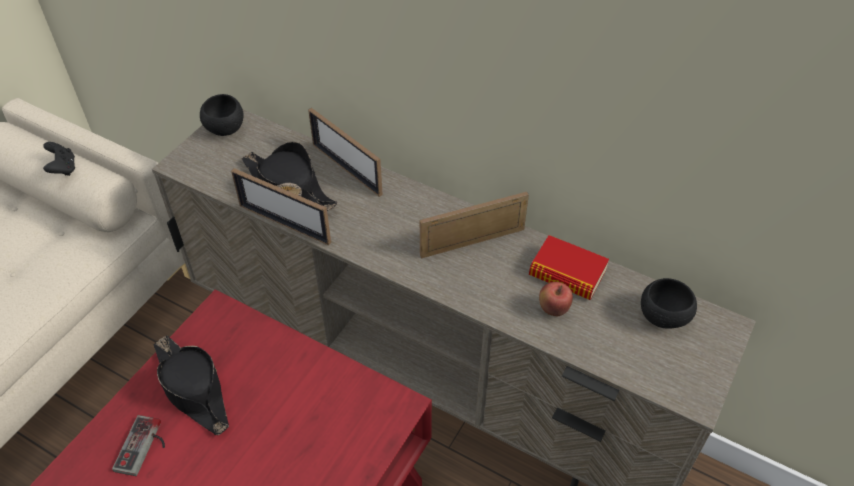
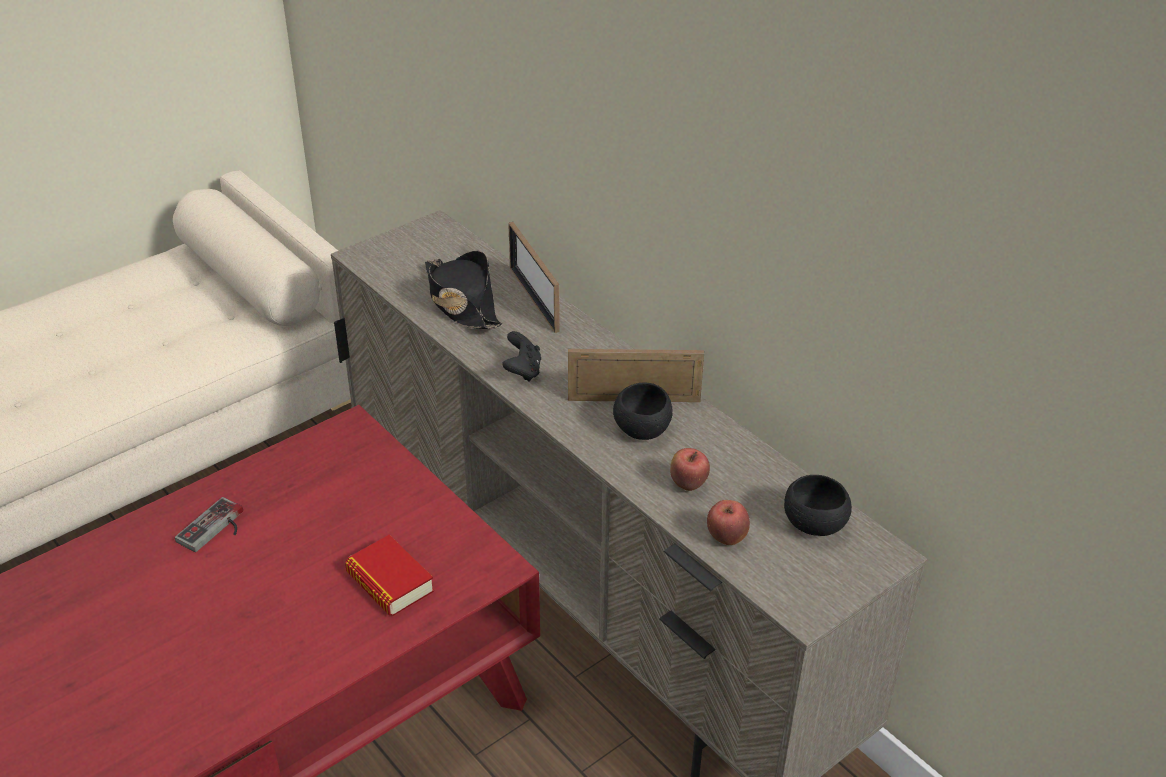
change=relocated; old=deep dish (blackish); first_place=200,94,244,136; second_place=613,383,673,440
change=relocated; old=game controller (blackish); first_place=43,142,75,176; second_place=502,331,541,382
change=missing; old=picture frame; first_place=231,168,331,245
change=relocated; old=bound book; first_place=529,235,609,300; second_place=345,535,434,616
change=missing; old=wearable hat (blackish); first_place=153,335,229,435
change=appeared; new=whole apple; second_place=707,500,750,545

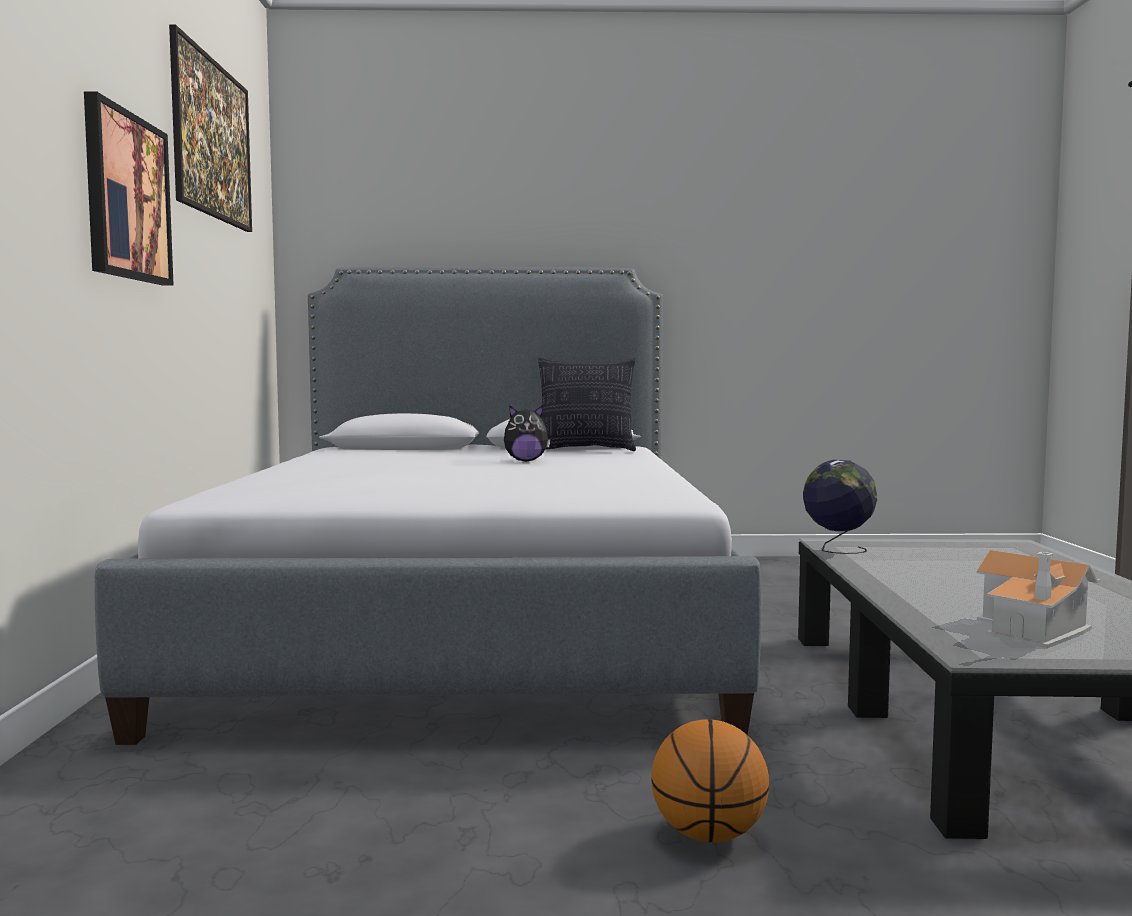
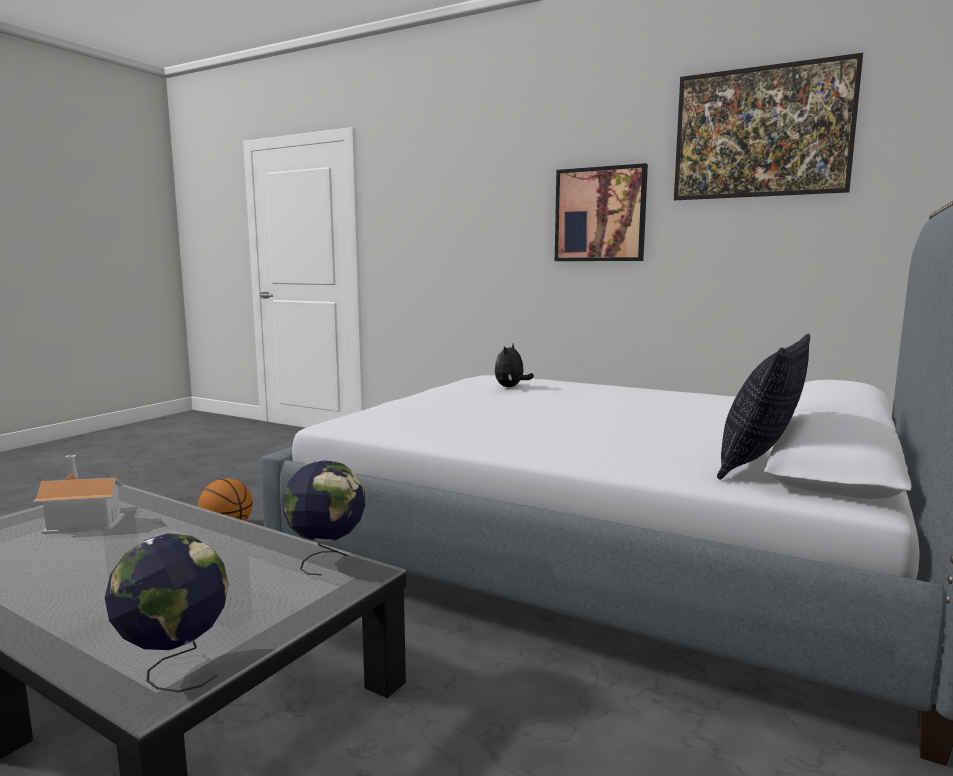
change=relocated; old=plush toy; first_place=504,405,550,462; second_place=495,344,534,387
change=appeared; new=desk globe; second_place=105,533,228,693

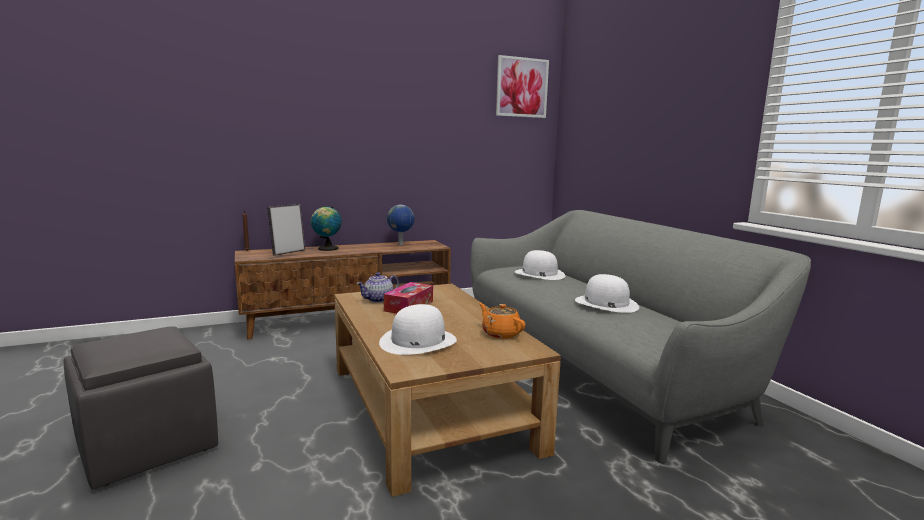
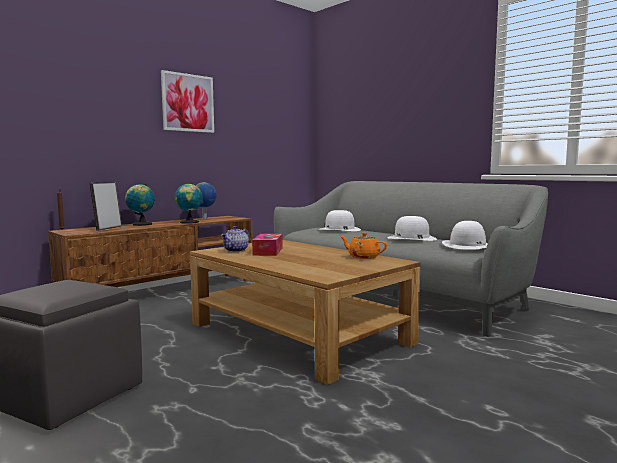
change=relocated; old=picture; first_place=496,55,549,118; second_place=161,70,214,133
change=relocated; old=wearable hat (white-coloured); first_place=379,304,457,355; second_place=442,221,488,250
change=appeared; new=desk globe; second_place=175,183,203,224

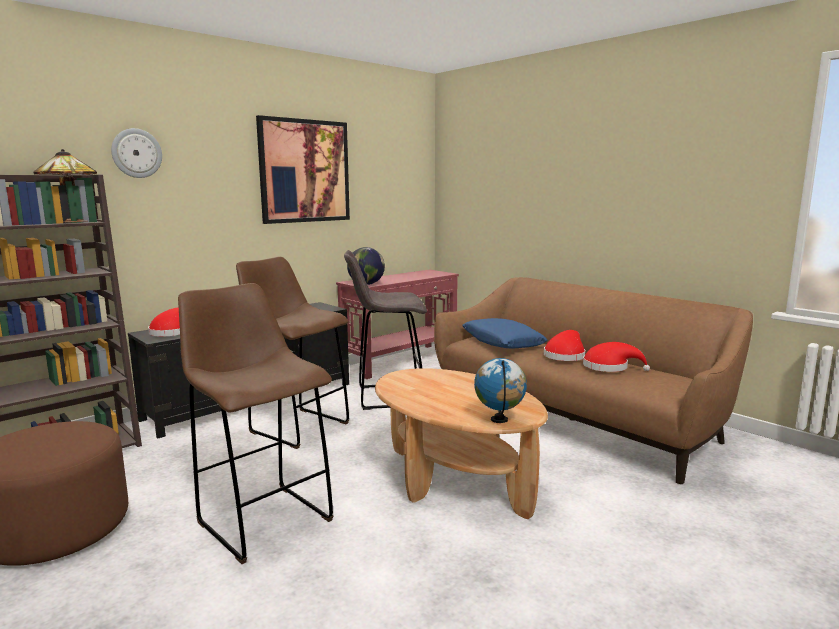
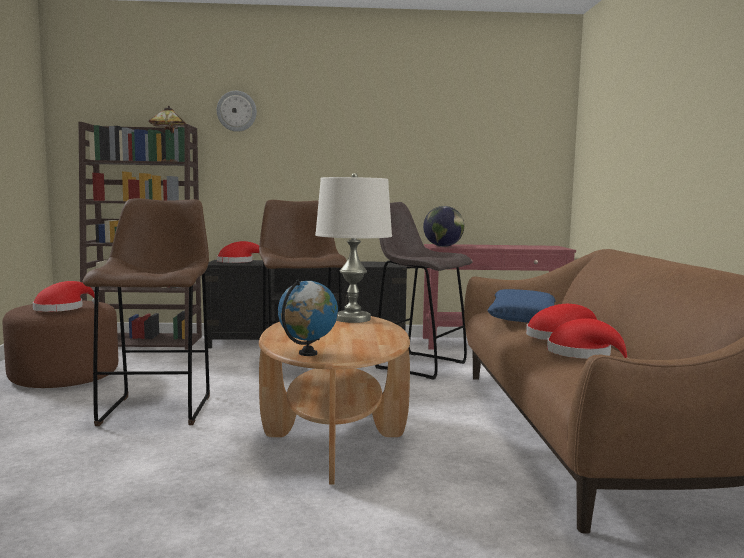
change=missing; old=picture; first_place=256,115,350,224
change=appeared; new=tabletop lamp (white-coloured); second_place=315,173,392,323
change=appeared; new=wearable hat (red-coloured); second_place=33,281,99,312

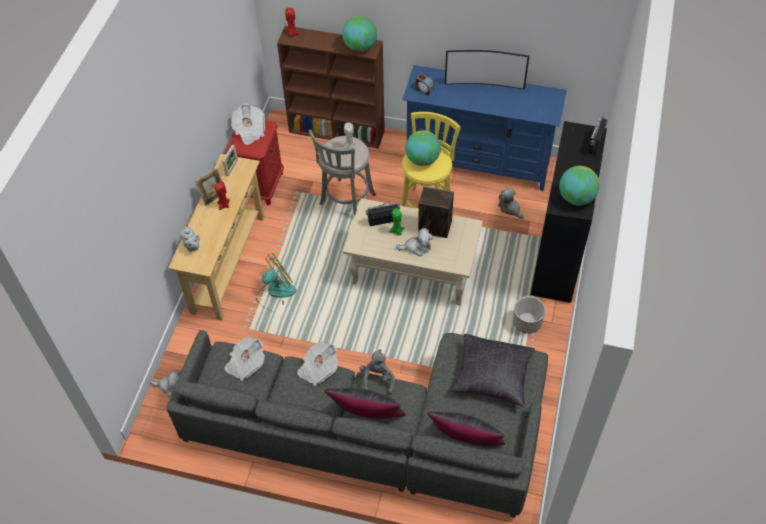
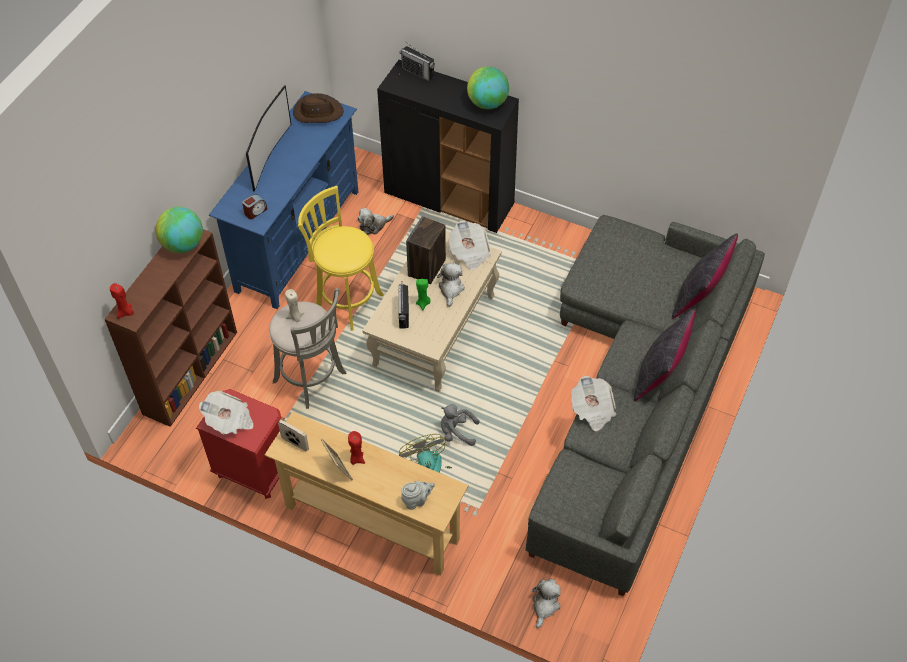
change=missing; old=desk globe; first_place=405,130,441,166
change=missing; old=flower pot; first_place=513,296,546,334
change=missing; old=pillow (blackish); first_place=451,334,535,406
change=relocated; old=daily paper; first_place=224,336,265,381; second_place=449,220,491,271
change=relocated; old=plush toy (grey); first_place=359,349,395,395; second_place=441,404,480,446
change=appeared; new=wearable hat (brown); second_place=293,93,344,123

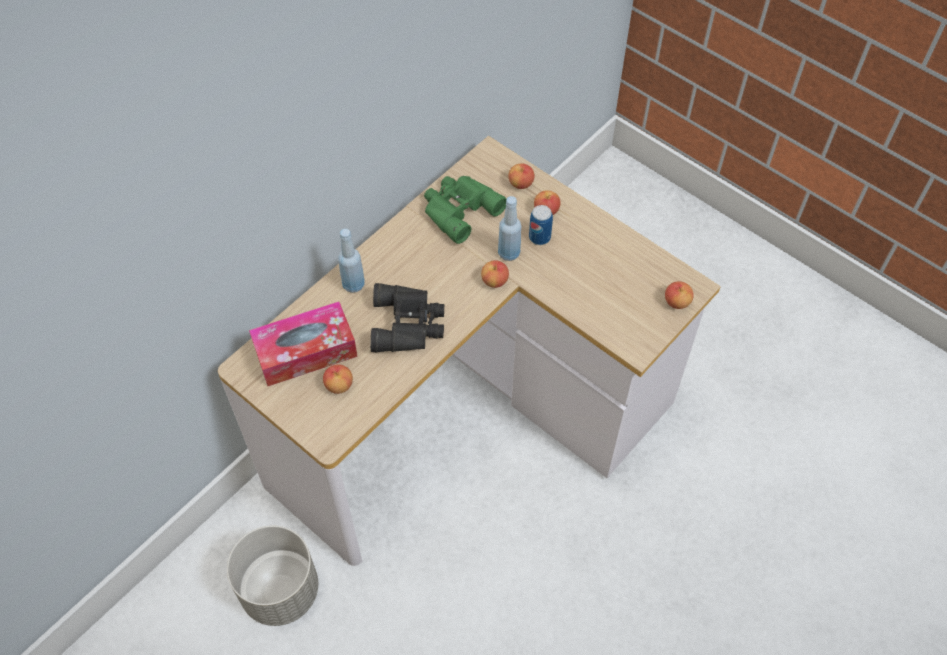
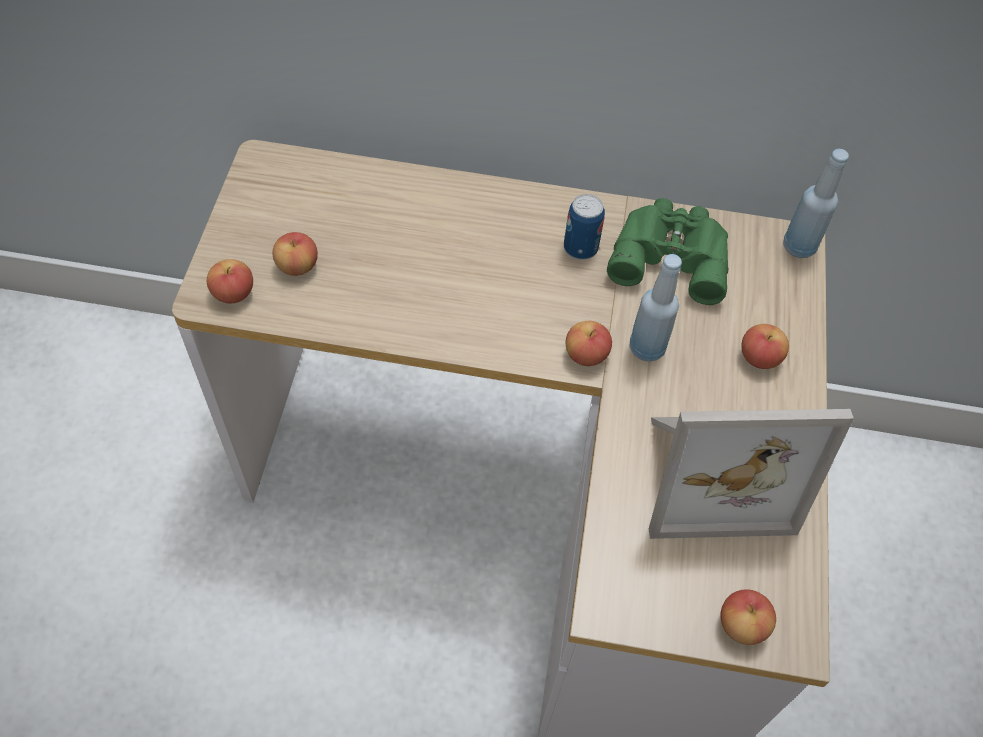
change=relocated; old=whole apple; first_place=508,163,535,189; second_place=207,259,253,304
change=relocated; old=metal can; first_place=529,205,553,245; second_place=564,194,605,260
change=relocated; old=beverage bottle (bluish); first_place=338,229,365,293; second_place=783,149,849,258
change=missing; old=binoculars (blackish); first_place=370,283,444,352
change=missing; old=tissue box; first_place=249,302,358,386
change=missing; old=flower pot (grey); first_place=227,526,318,626
change=appeared; new=picture frame; second_place=649,409,854,539

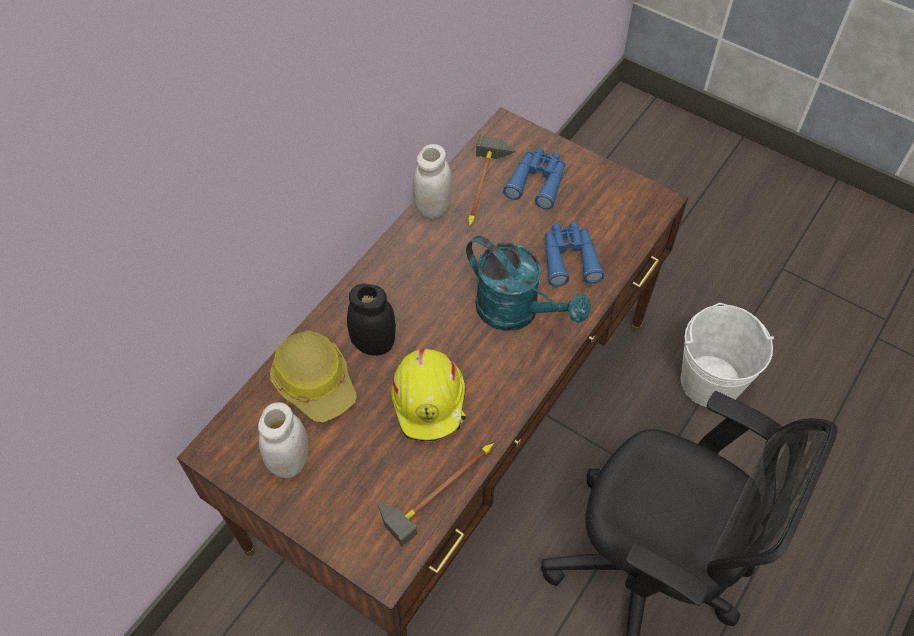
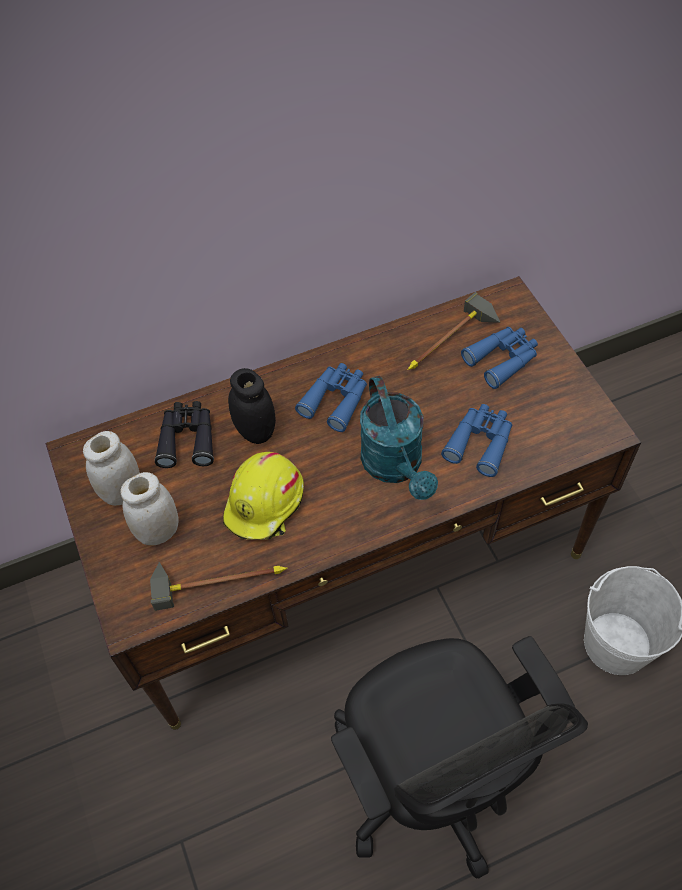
change=relocated; old=jar (white-coloured); first_place=413,144,453,220; second_place=121,472,178,546
change=exchanged; old=hard hat; new=binoculars (blackish); first_place=270,331,357,423; second_place=155,401,214,468
change=appeared; new=binoculars (bluish); second_place=295,363,367,432

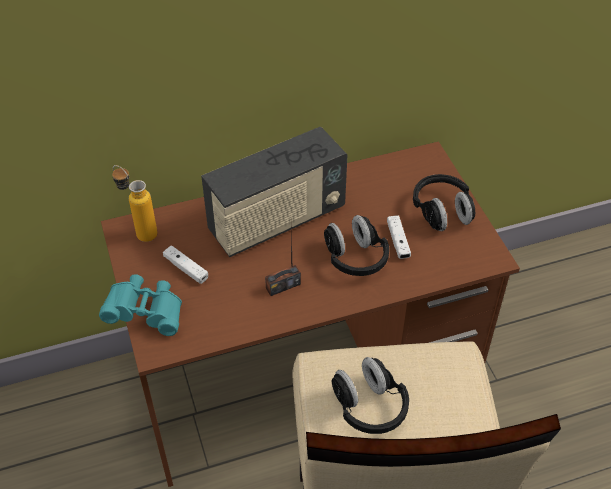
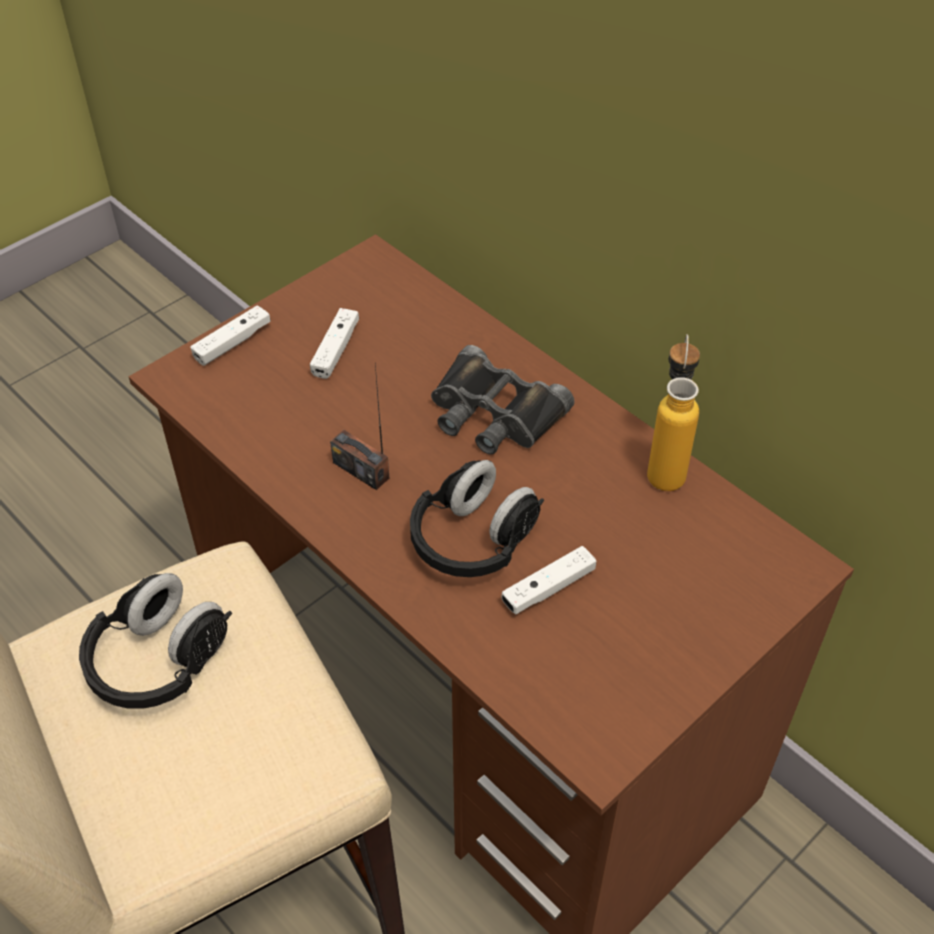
change=exchanged; old=radio; new=binoculars (blackish); first_place=201,127,347,257; second_place=431,345,575,455
change=relocated; old=beverage bottle; first_place=112,165,157,242; second_place=647,334,700,491
change=missing; old=headphones (blackish); first_place=413,174,475,231
change=exchanged; old=binoculars (blue-green); new=game controller (white-coloured); first_place=99,274,182,336; second_place=190,305,271,366

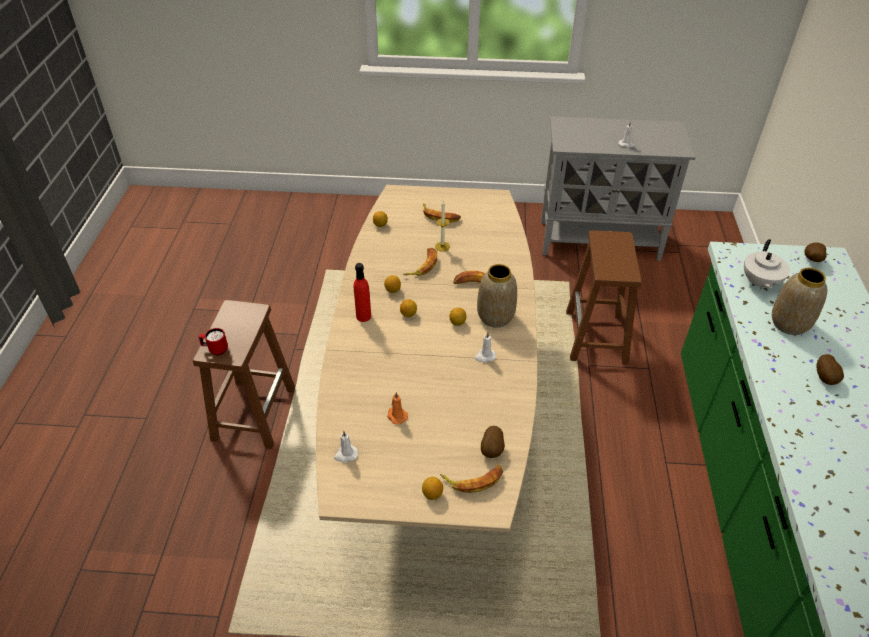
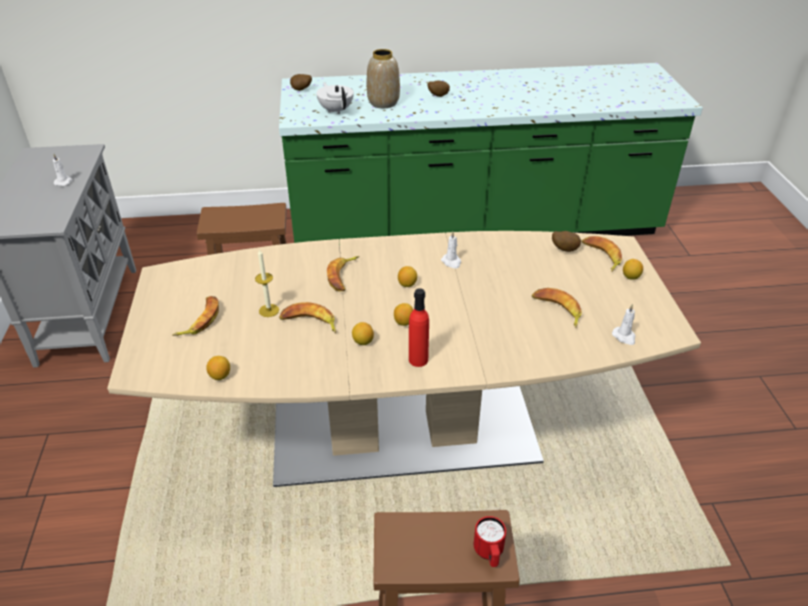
change=spun; old=teapot (white-coloured); first_place=744,239,790,290; second_place=316,82,354,114; degrees=-120
change=missing; old=flower vase; first_place=477,264,517,327
change=exchanged; old=wax candle (orange); new=banana; first_place=387,392,408,424; second_place=532,288,582,328

